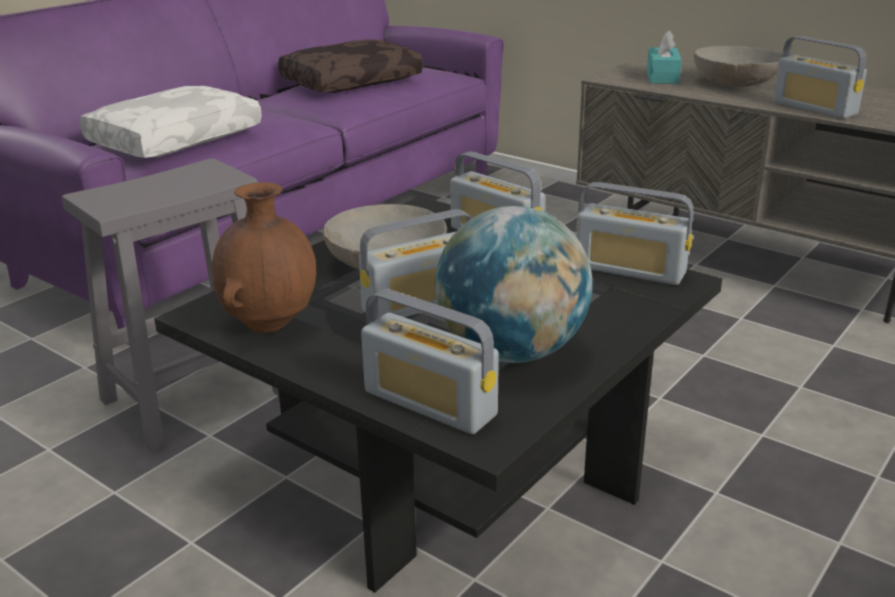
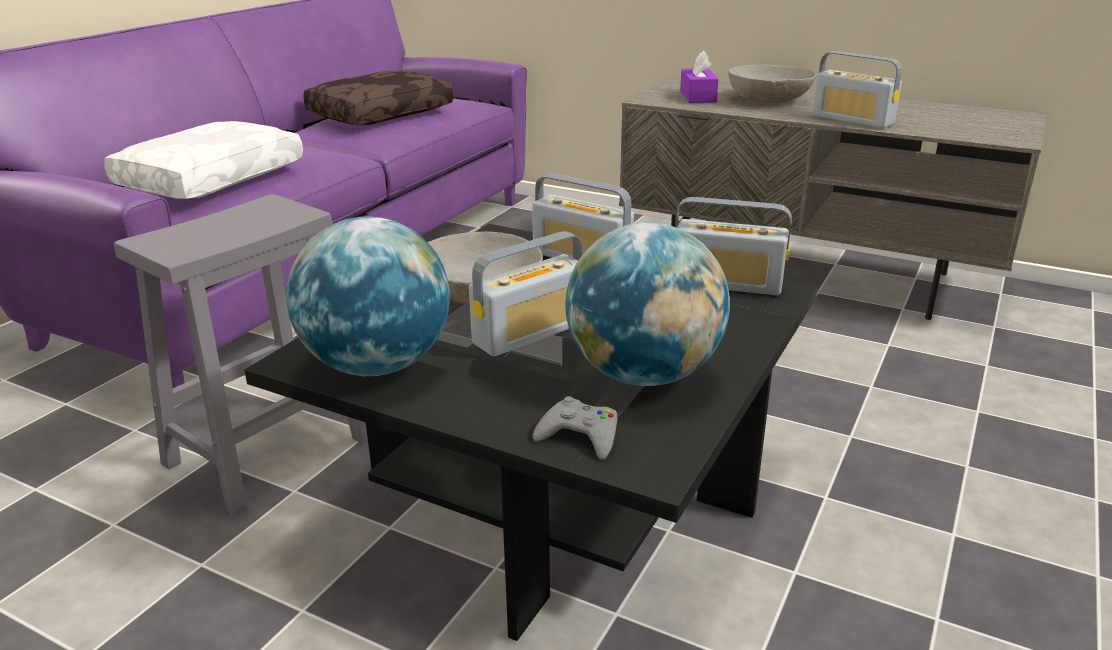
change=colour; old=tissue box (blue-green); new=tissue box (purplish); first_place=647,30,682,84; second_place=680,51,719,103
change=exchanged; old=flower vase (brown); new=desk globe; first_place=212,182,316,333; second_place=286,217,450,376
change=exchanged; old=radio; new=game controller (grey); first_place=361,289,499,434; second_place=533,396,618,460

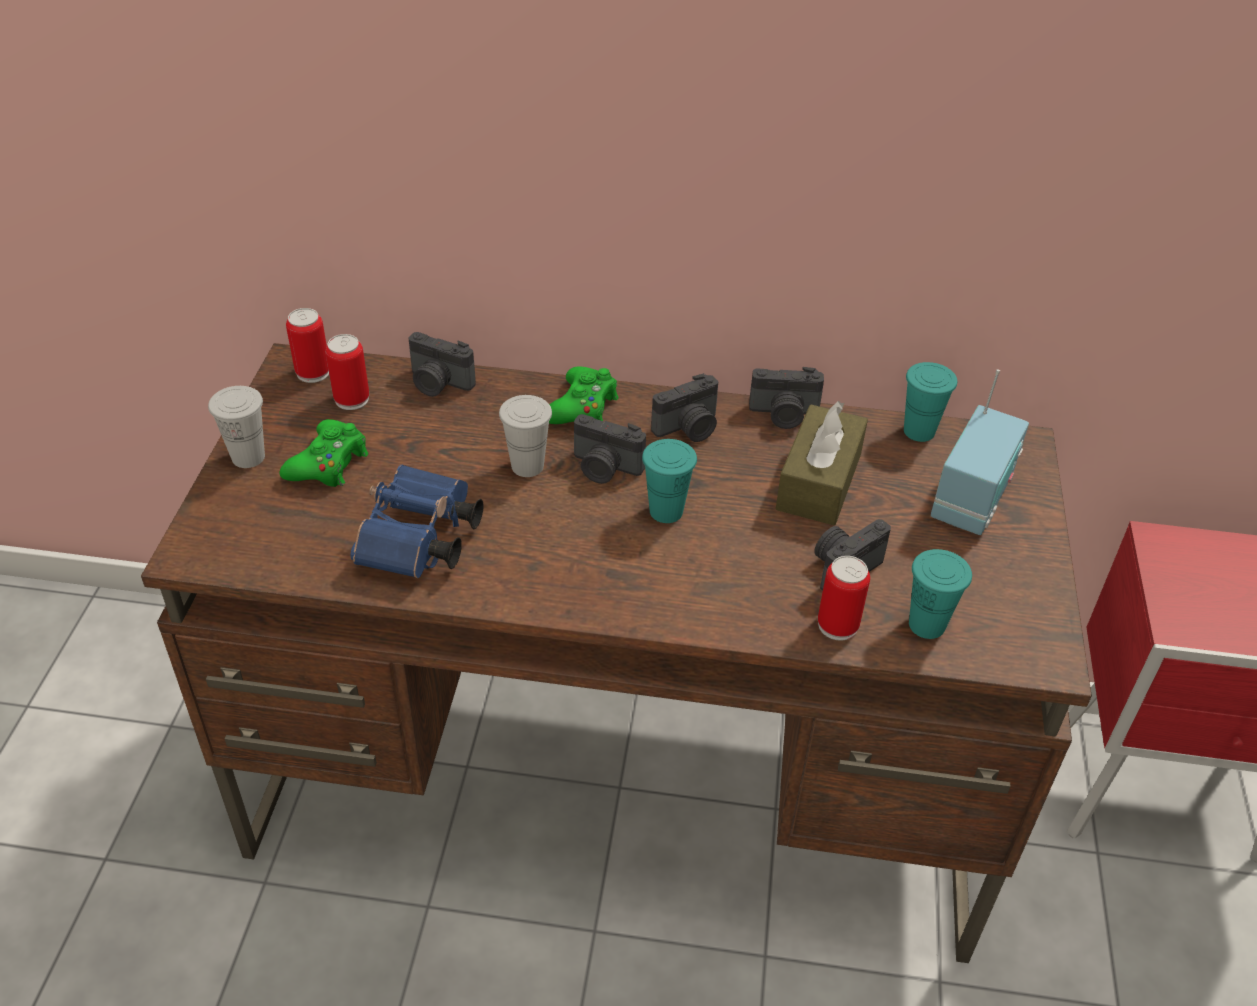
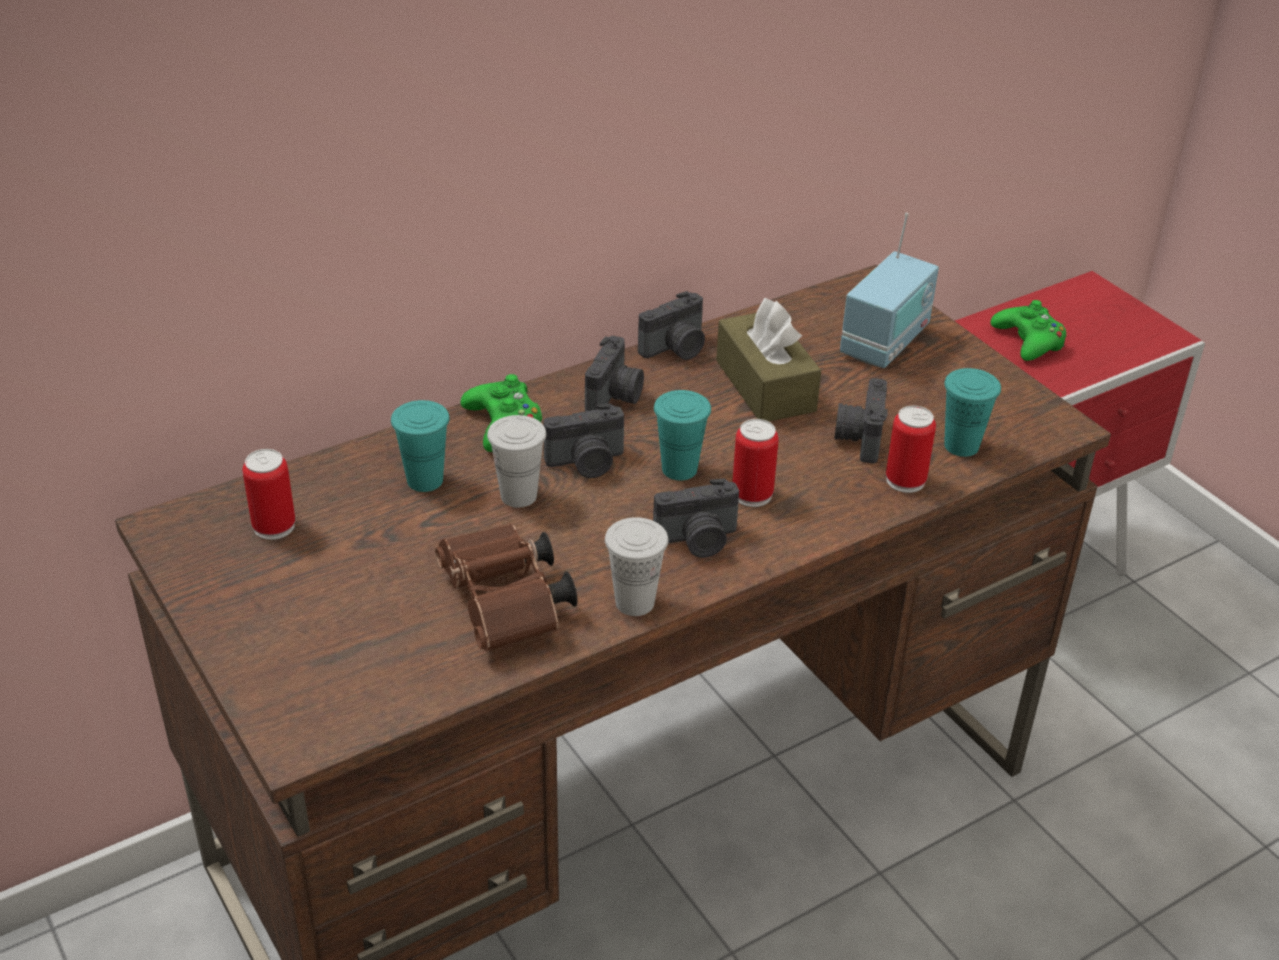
change=relocated; old=metal can; first_place=286,308,329,383; second_place=732,419,779,507
change=relocated; old=photo camera; first_place=409,332,476,397; second_place=653,479,739,558
change=relocated; old=drinking cup (blue-green); first_place=904,362,957,442; second_place=391,400,450,492
change=spun; old=radio; first_place=931,369,1029,535; second_place=840,213,939,368; degrees=45
change=relocated; old=drinking cup (white-coloured); first_place=208,386,265,468; second_place=605,517,668,616
change=relocated; old=game controller (greenish); first_place=279,419,369,487; second_place=990,300,1066,361
change=colour; old=binoculars (bluish); new=binoculars (brown); first_place=351,465,484,578; second_place=435,524,578,652

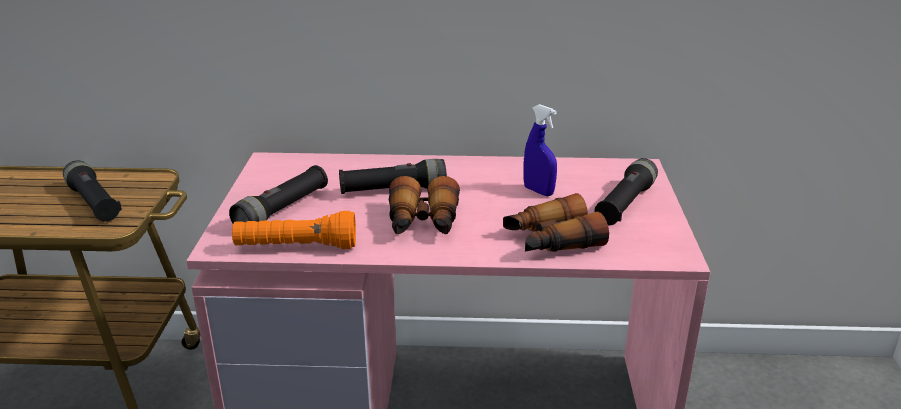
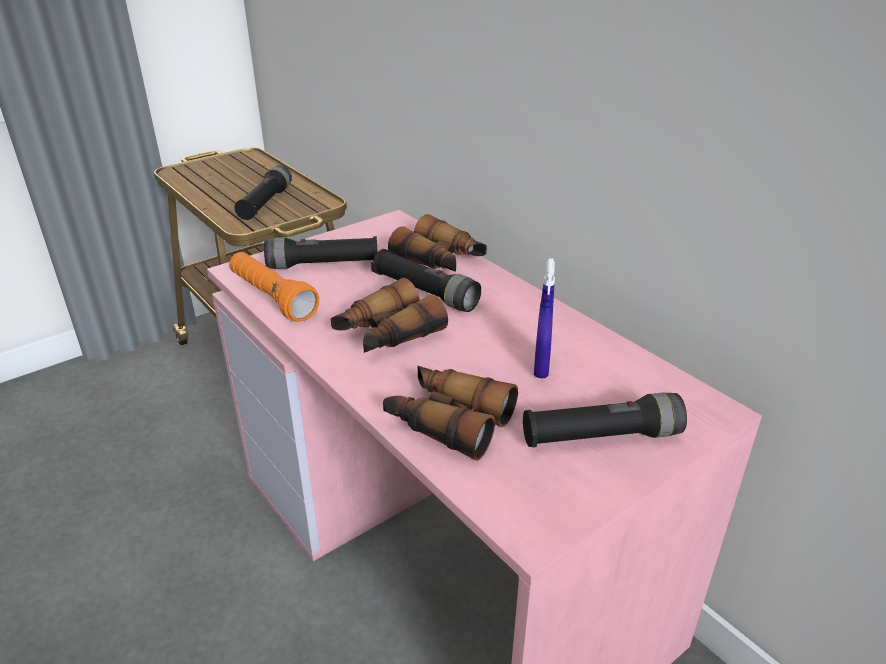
change=appeared; new=binoculars; second_place=388,214,487,272

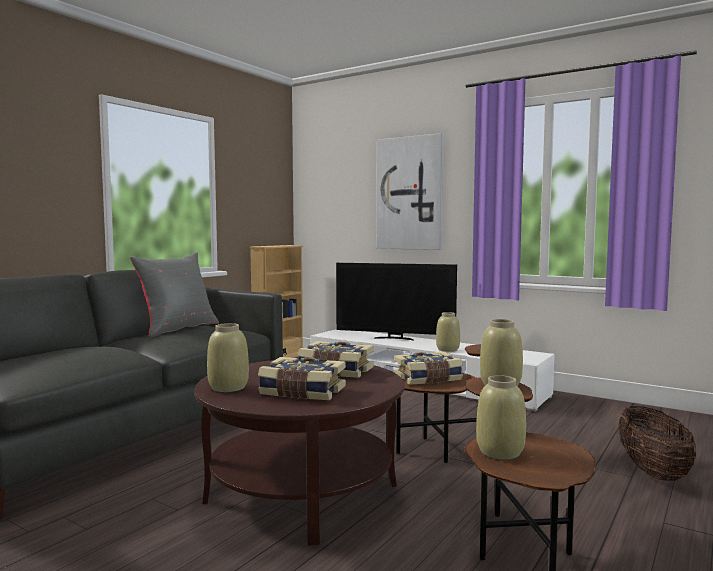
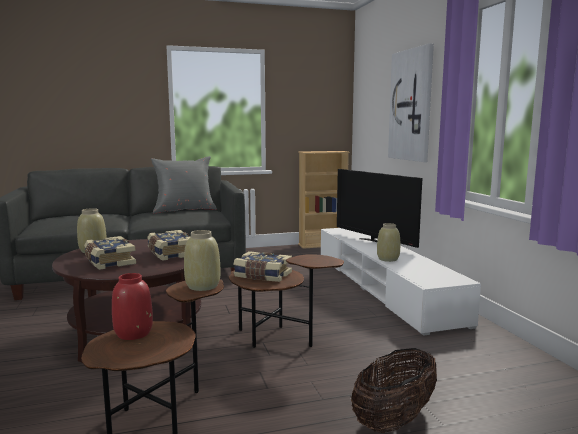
change=colour; old=flower vase (beige-coloured); new=flower vase (red-coloured); first_place=476,375,526,459; second_place=112,273,153,340

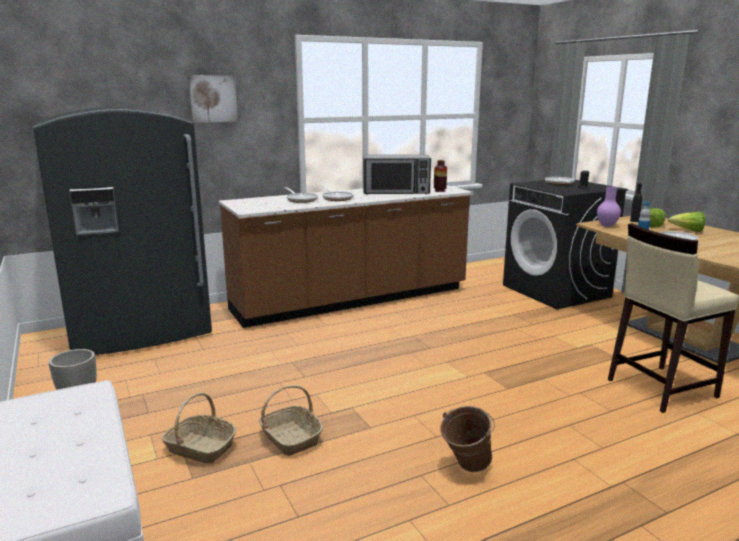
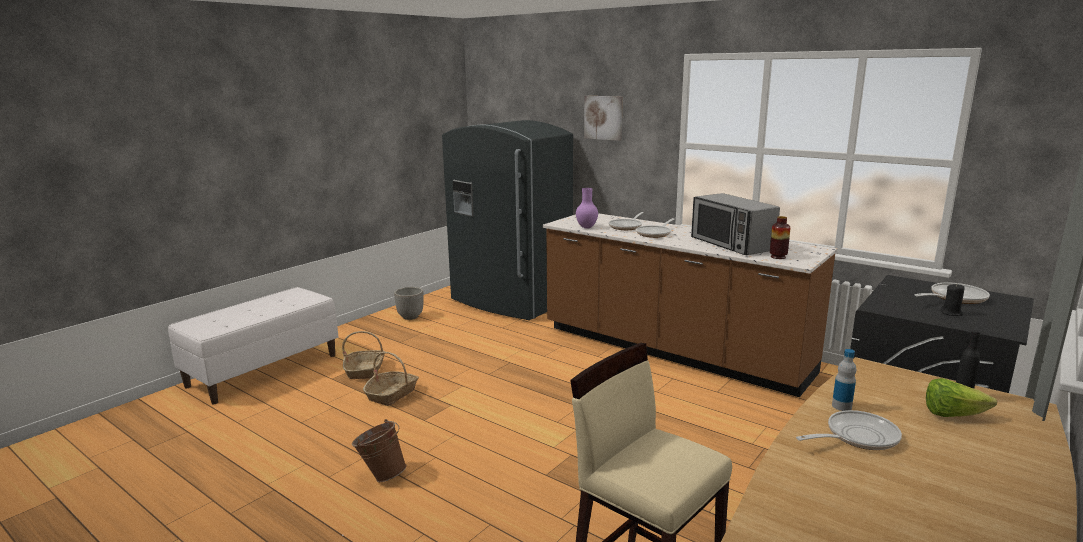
change=relocated; old=flower vase (purplish); first_place=597,186,621,227; second_place=576,188,598,228
change=missing; old=head of lettuce; first_place=668,212,705,232

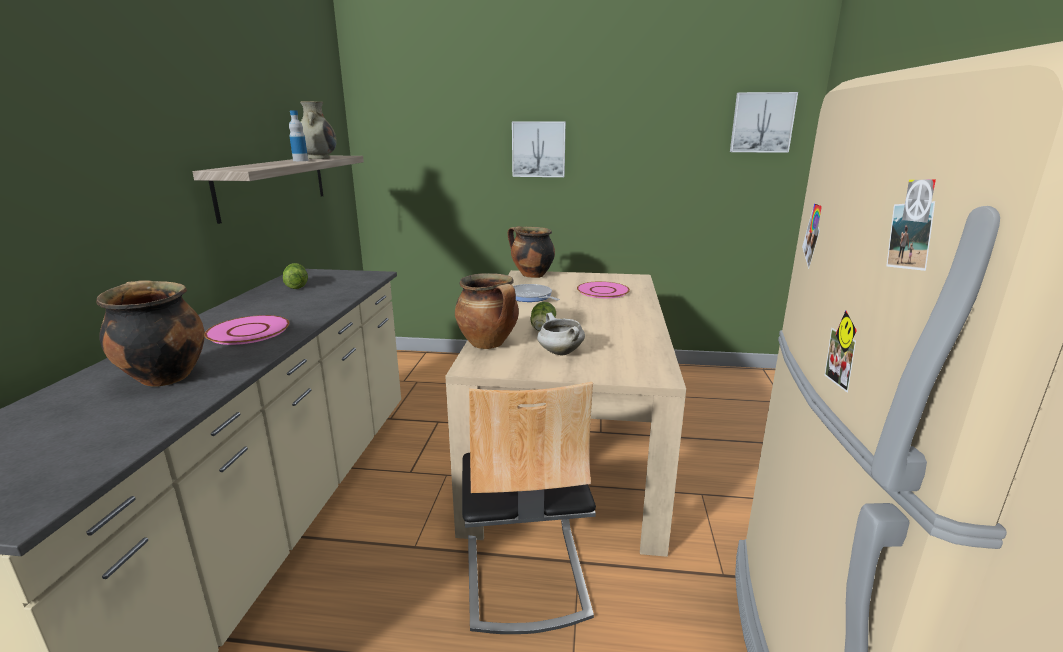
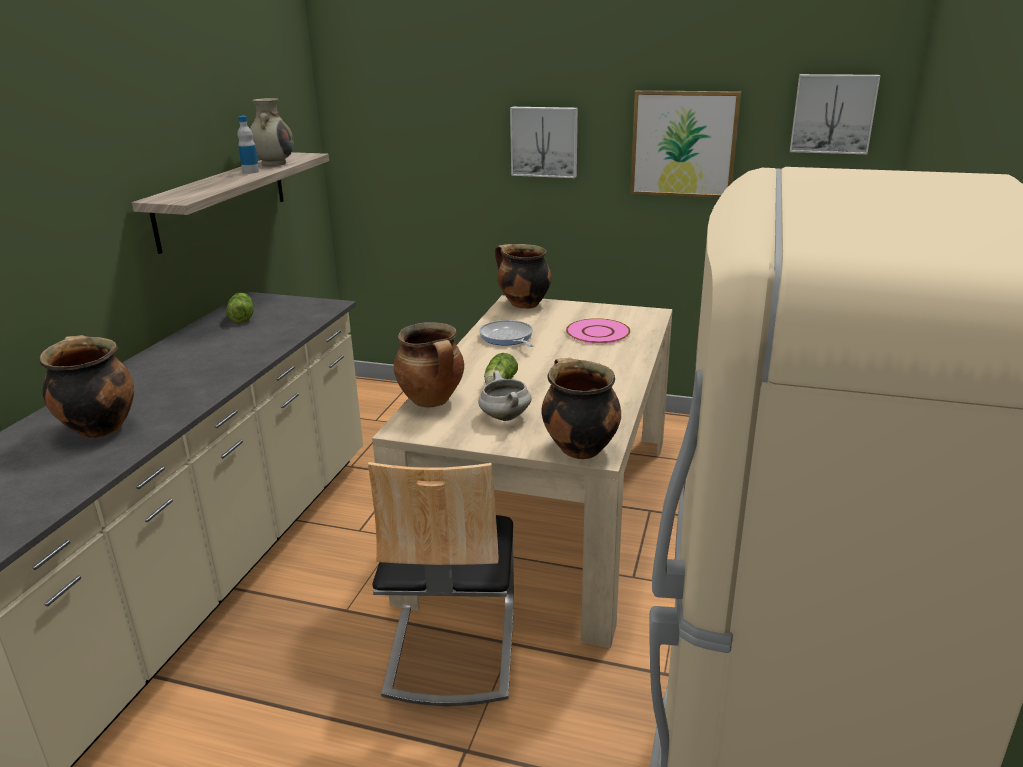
change=missing; old=plate (pink); first_place=205,315,289,345
change=appeared; new=picture; second_place=630,90,741,198
change=appeared; new=saucepot; second_place=541,358,621,459

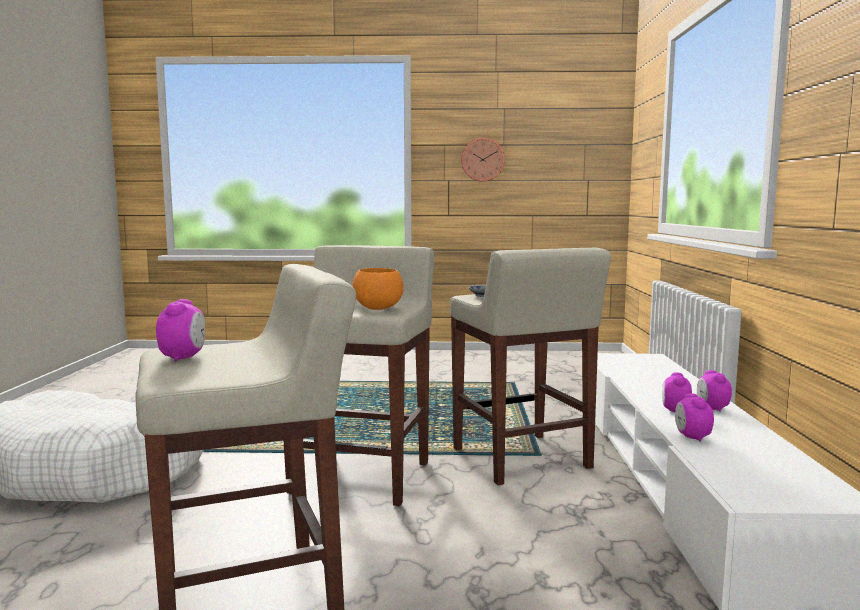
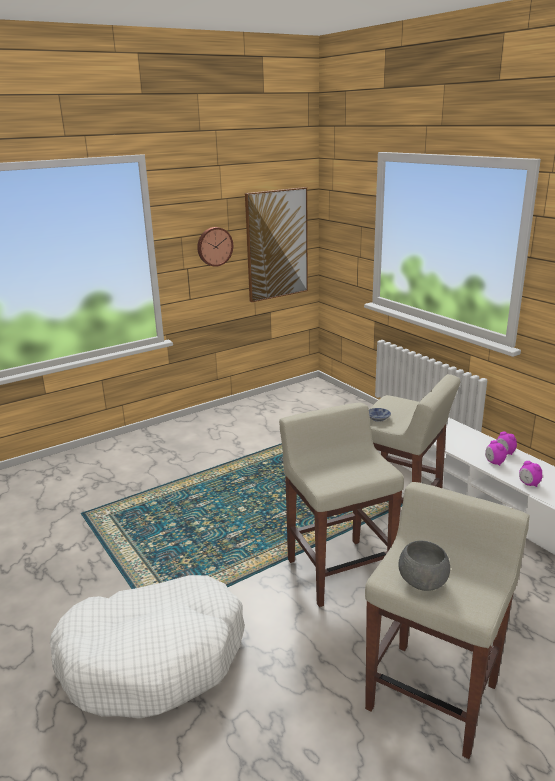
change=missing; old=deep dish (orange); first_place=352,268,403,310
change=exchanged; old=table clock; new=deep dish (grey); first_place=156,299,205,361; second_place=399,541,450,591
change=appeared; new=picture; second_place=245,187,308,302

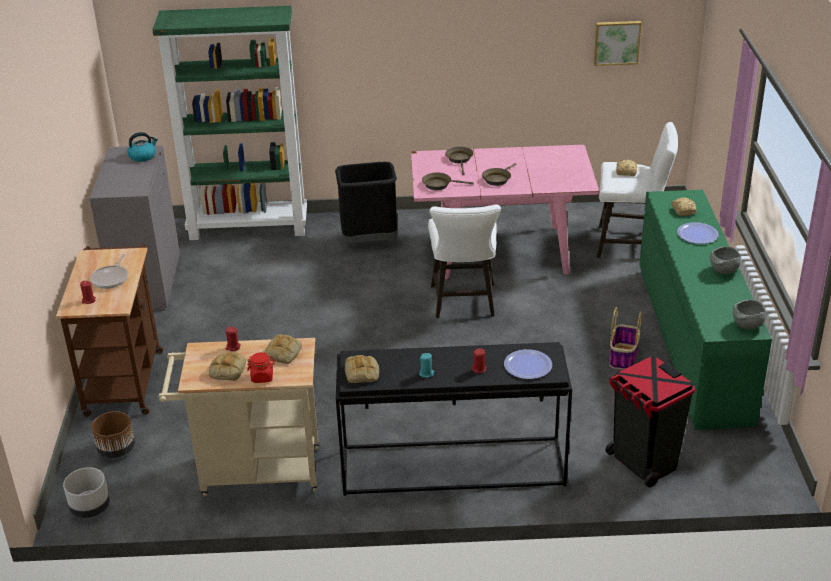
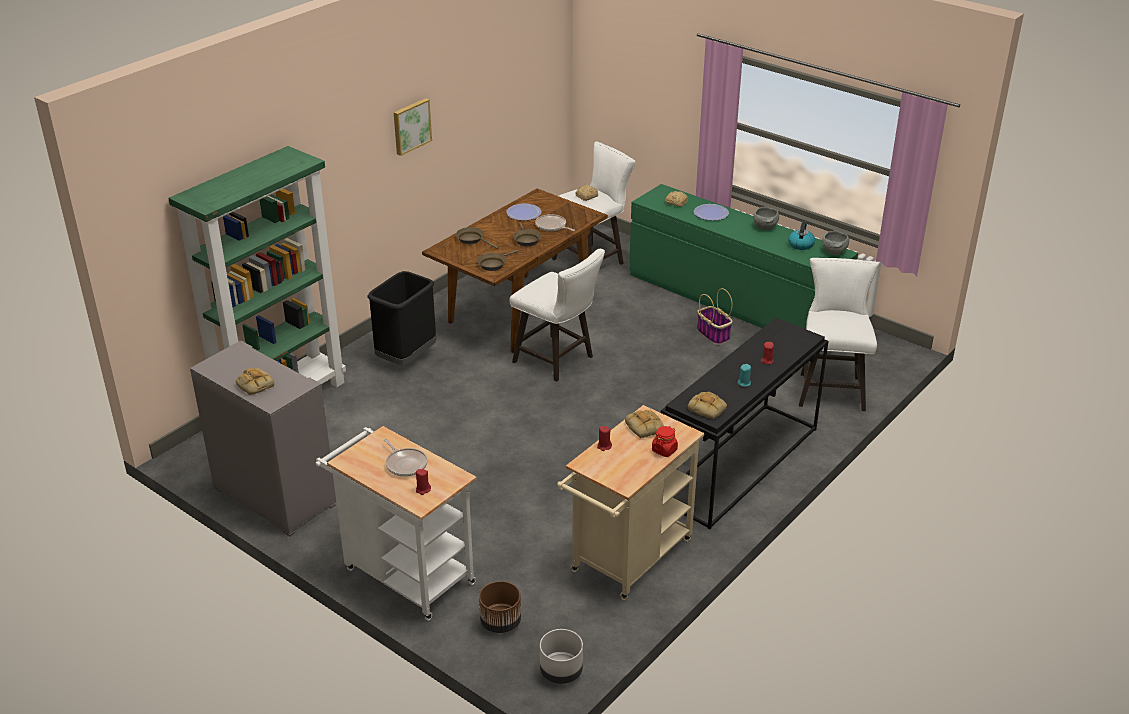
change=relocated; old=picture; first_place=594,21,642,66; second_place=394,98,432,156
change=relocated; old=water kettle; first_place=127,132,158,162; second_place=788,221,815,250
change=colour; old=dining table (pink); new=dining table (brown); first_place=411,145,600,280; second_place=422,188,608,353
change=colour; old=trolley (brown); new=trolley (white-coloured); first_place=56,244,163,417; second_place=315,426,477,621
change=relocated; old=plate; first_place=504,349,552,379; second_place=506,204,542,220
change=relocated; old=baked bread; first_place=209,352,246,381; second_place=236,368,274,395
change=exchanged; old=trash can (blackish); new=stool (white-coloured); first_place=606,356,695,487; second_place=799,258,879,411
change=appeared; new=pan; second_place=535,214,575,232

